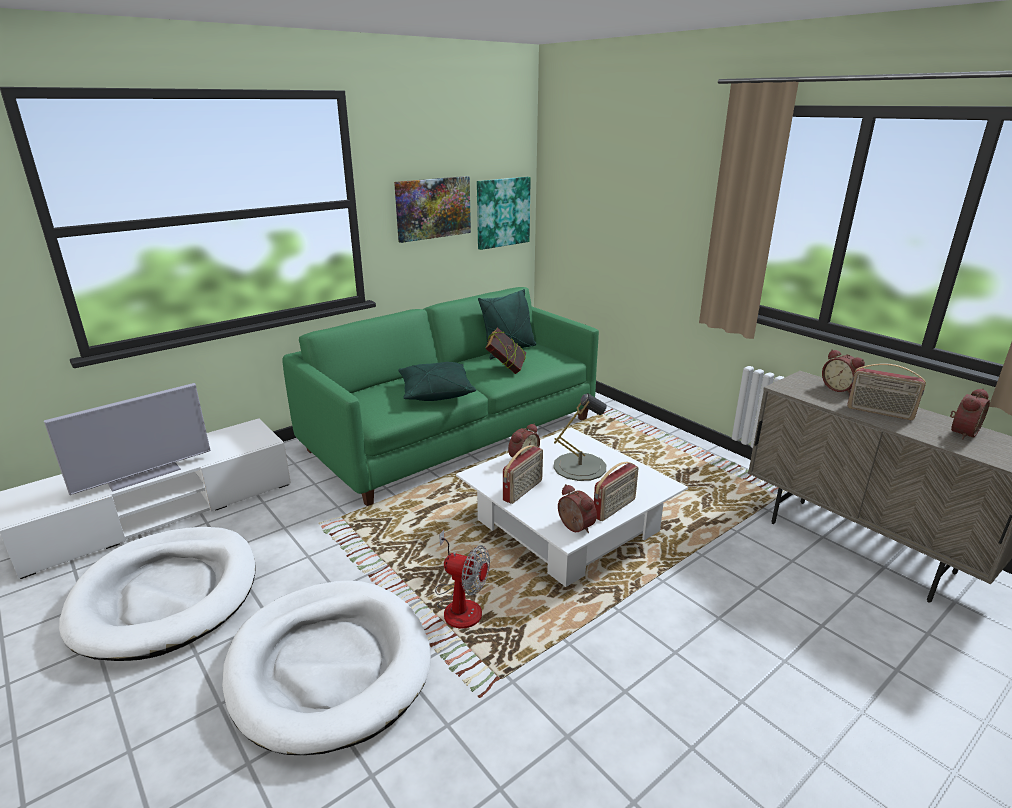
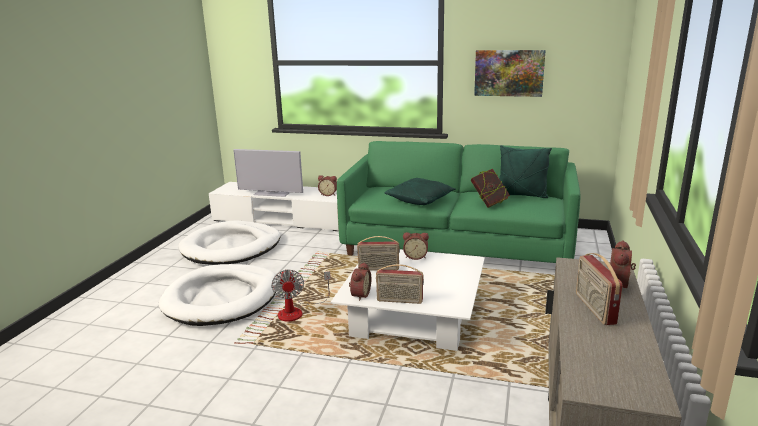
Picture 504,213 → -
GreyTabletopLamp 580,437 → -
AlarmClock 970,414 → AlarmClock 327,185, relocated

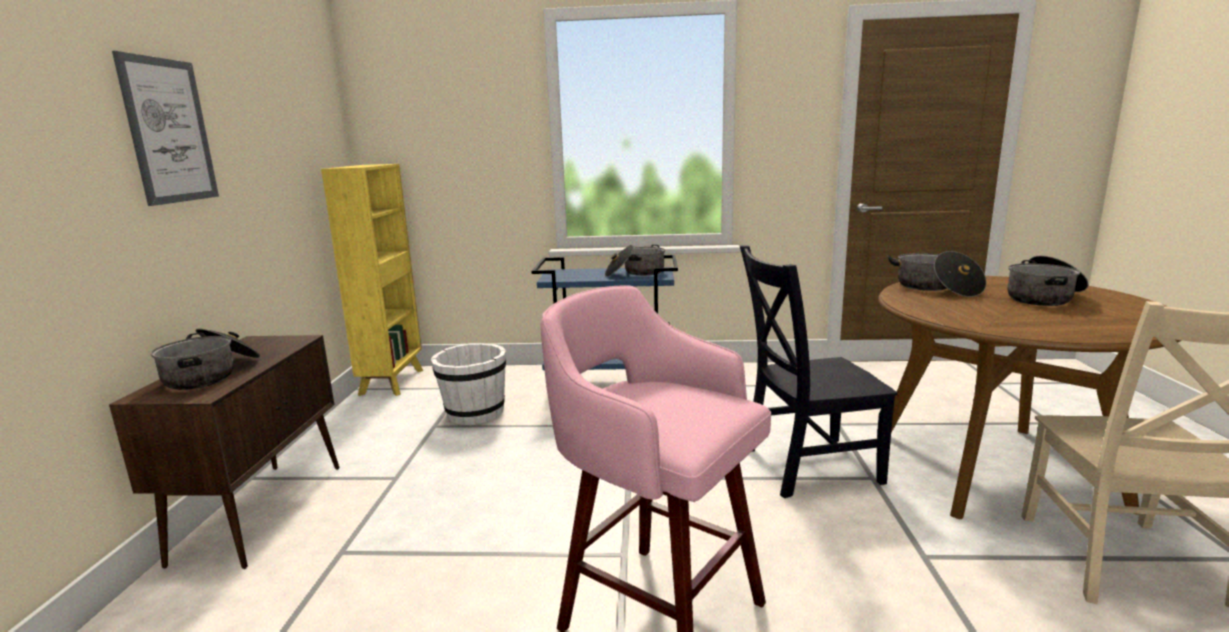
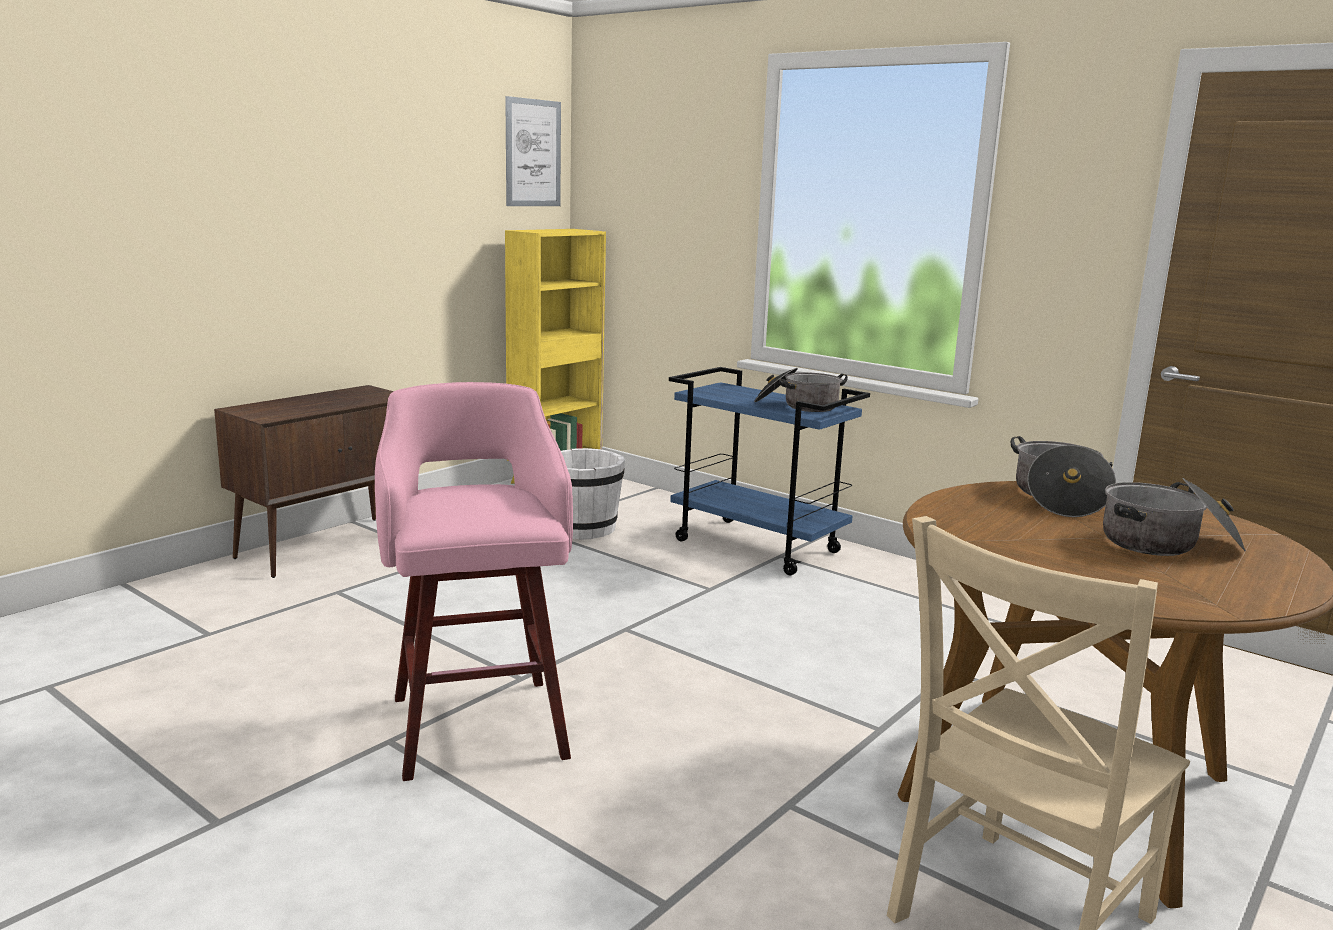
Picture 165,128 → Picture 533,151, relocated
CookingPot 205,359 → -
BlackishChair 819,371 → -

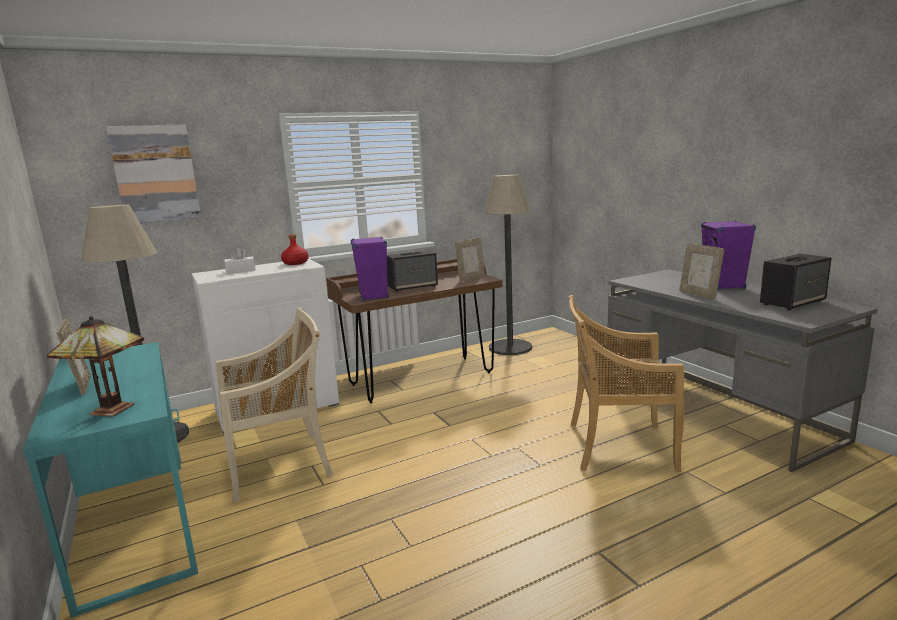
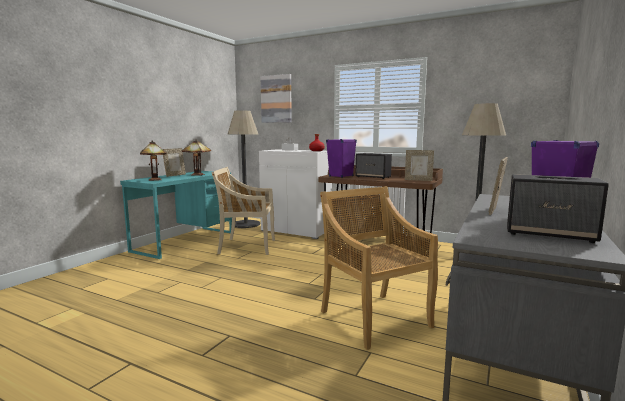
BeigeColouredChair 274,405 → BeigeColouredChair 243,211, 150 degrees clockwise
- → TabletopLamp 196,158

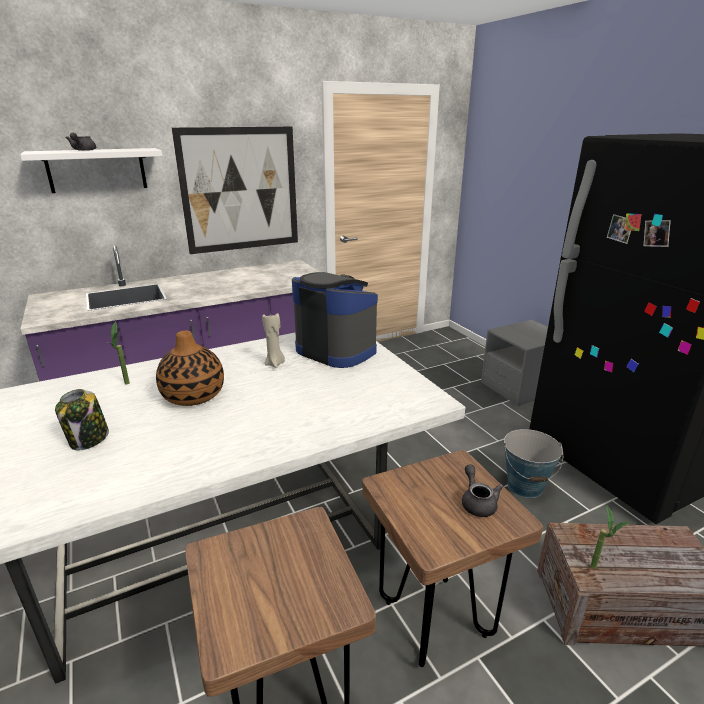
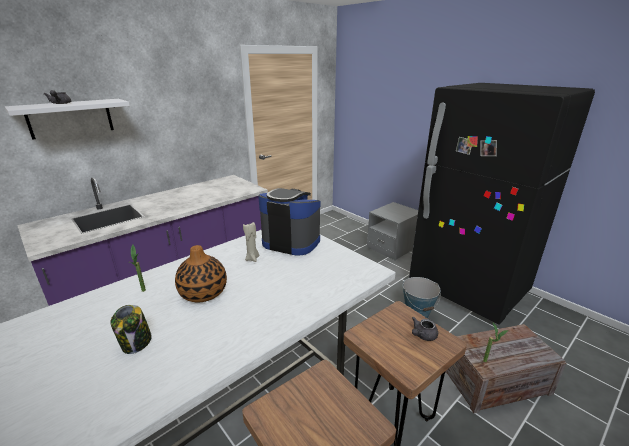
Picture 235,190 → -
GreyTeapot 482,491 → GreyTeapot 425,329, 105 degrees counterclockwise

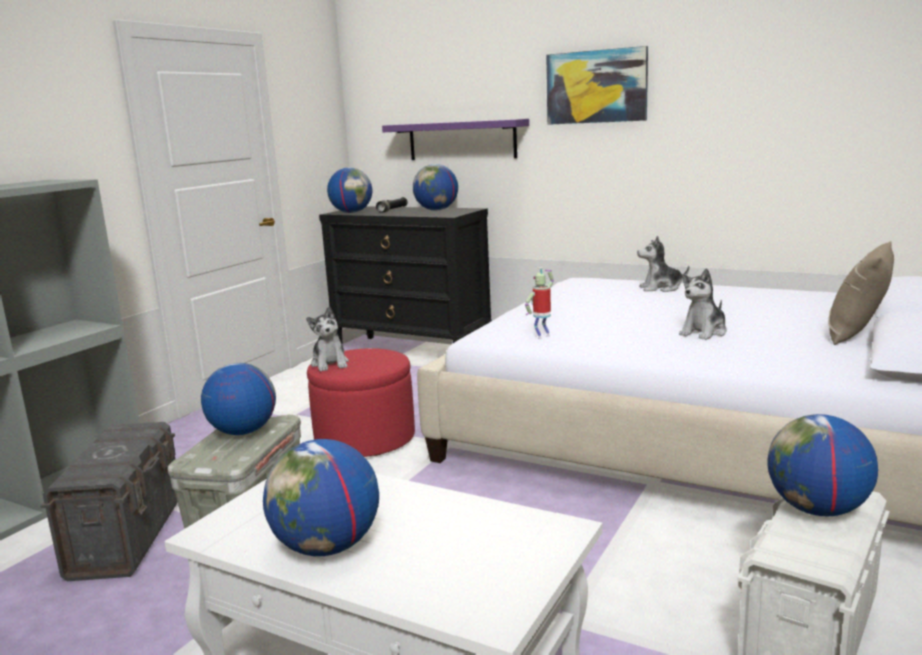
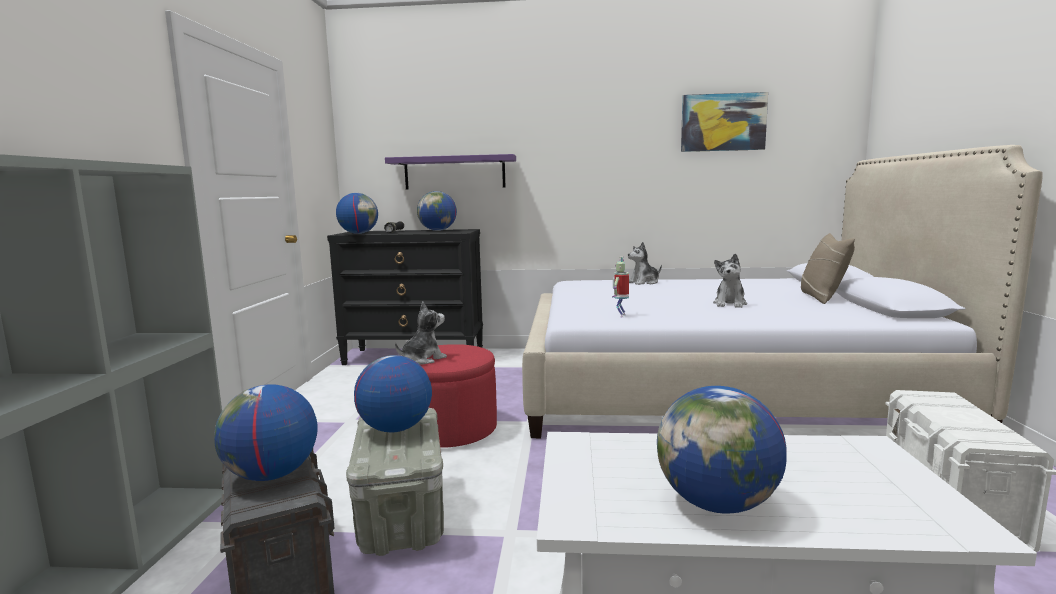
PlushToy 327,339 → PlushToy 421,333, 90 degrees counterclockwise
Picture 597,85 → Picture 724,122, relocated
DeskGlobe 822,465 → DeskGlobe 266,432, relocated

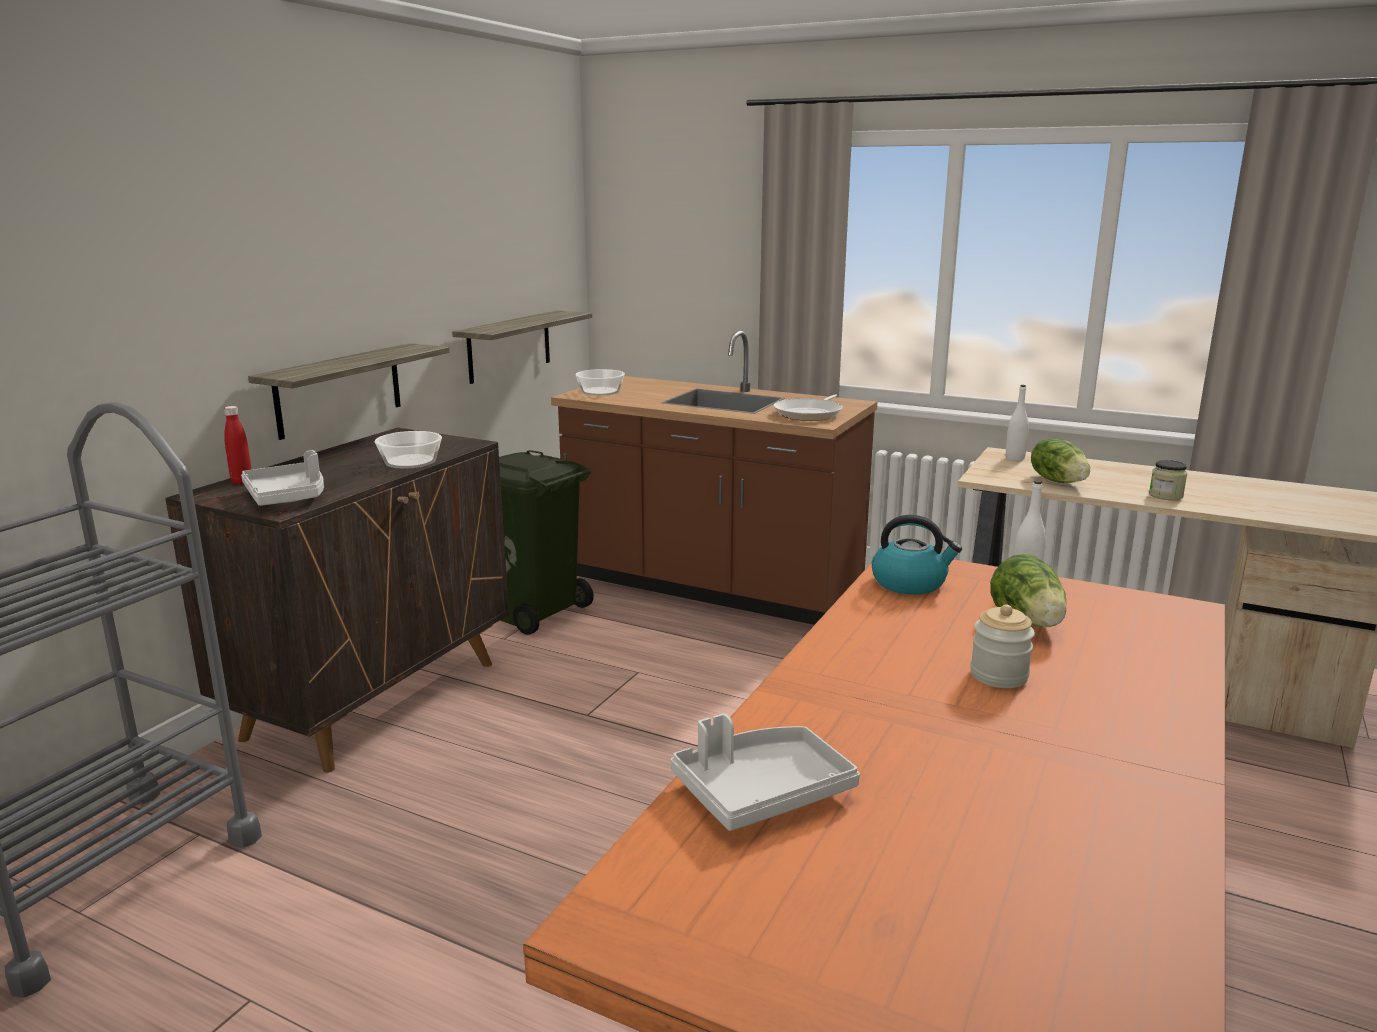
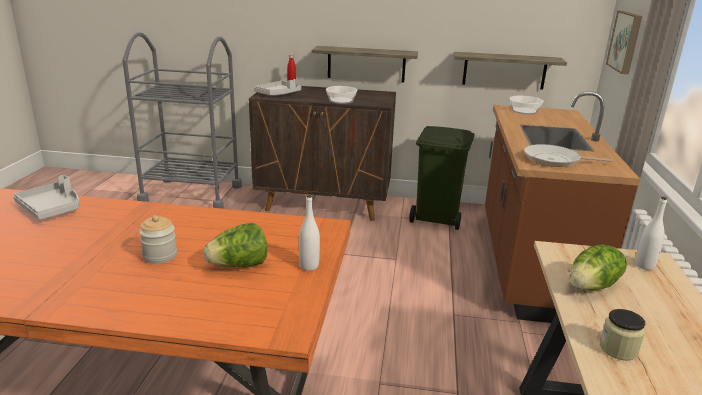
Kettle 917,555 → -
- → Picture 624,42

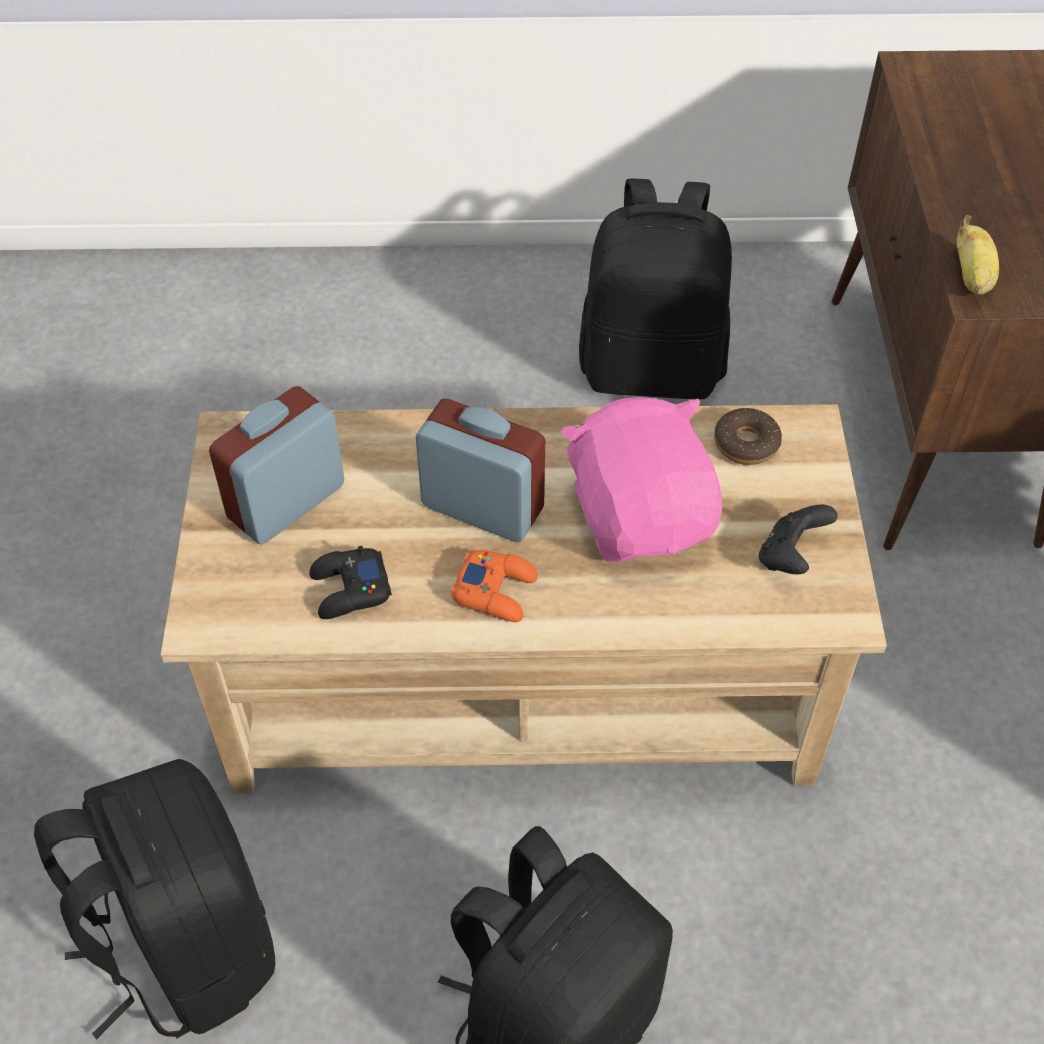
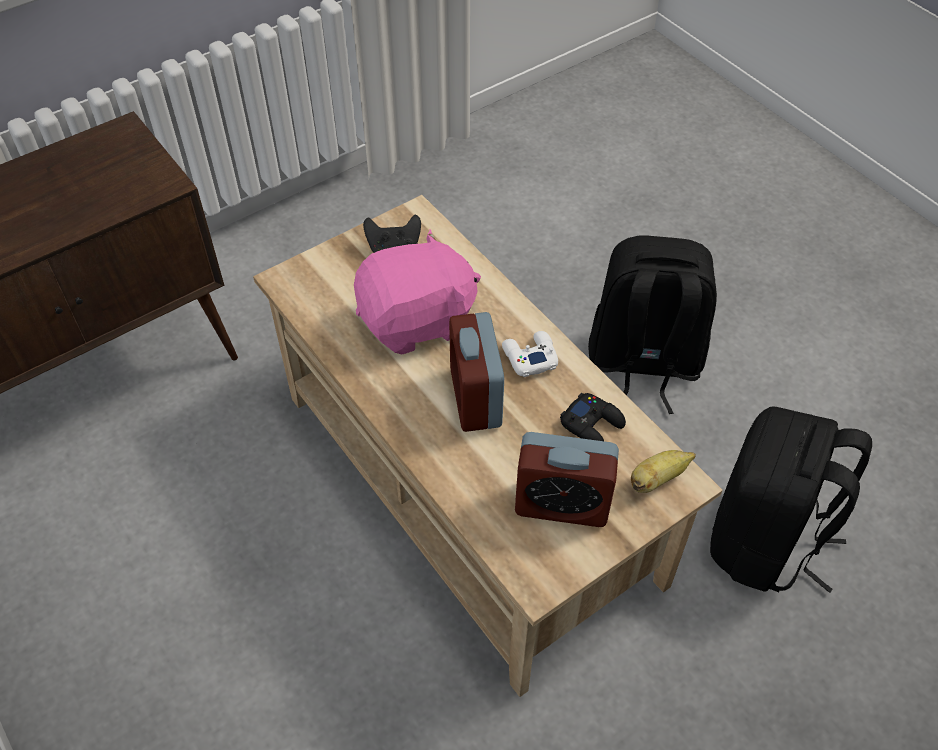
OrangeColouredGamepad 494,586 → WhitishGamepad 530,354
PinkishPlushToy 641,479 → PinkishPlushToy 417,292, 150 degrees counterclockwise
BlackishRucksack 655,288 → -
Donut 748,436 → -
BananaFruit 978,255 → BananaFruit 663,471, relocated

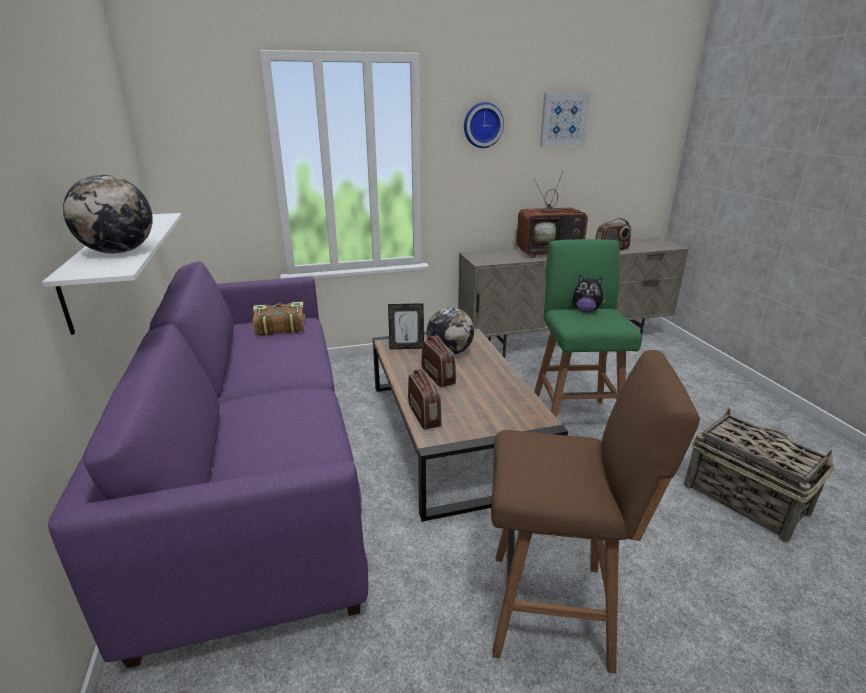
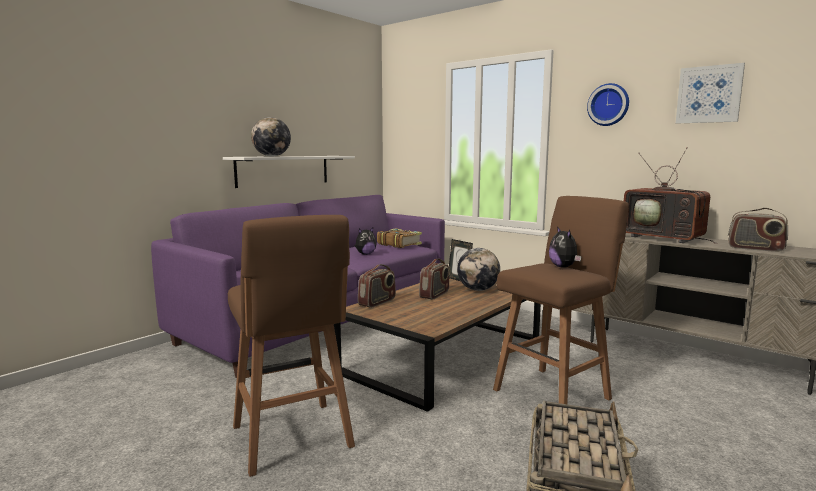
GreenishStoolSeat 588,328 → BrownStoolSeat 561,300
- → PlushToy 365,241

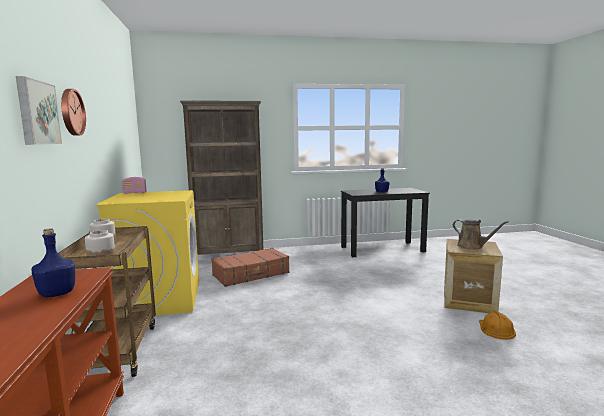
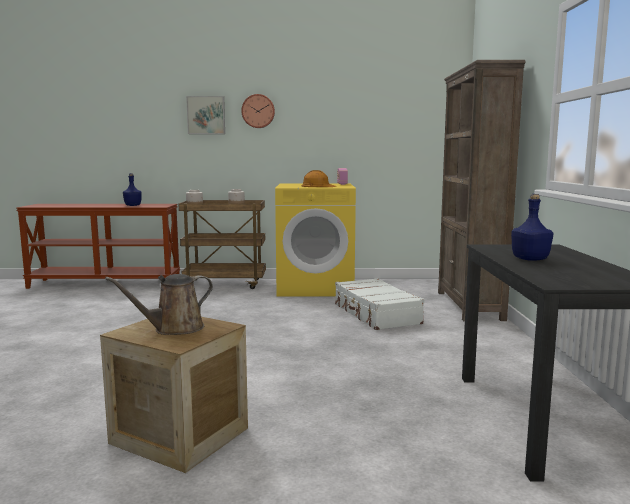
BrownTravelCase 250,267 → WhitishTravelCase 380,304
OrangeColouredSafetyHelmet 497,325 → OrangeColouredSafetyHelmet 318,178, relocated

